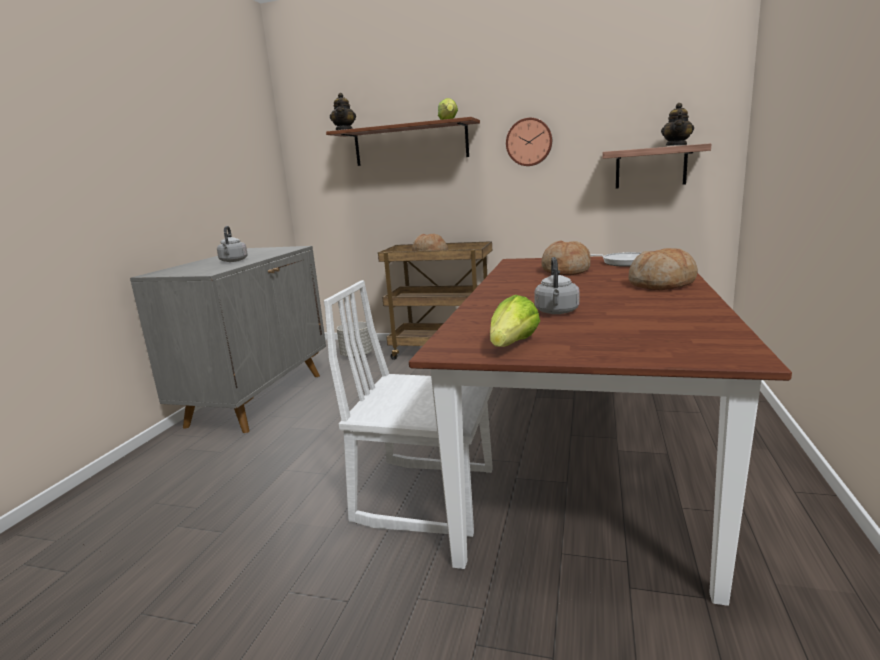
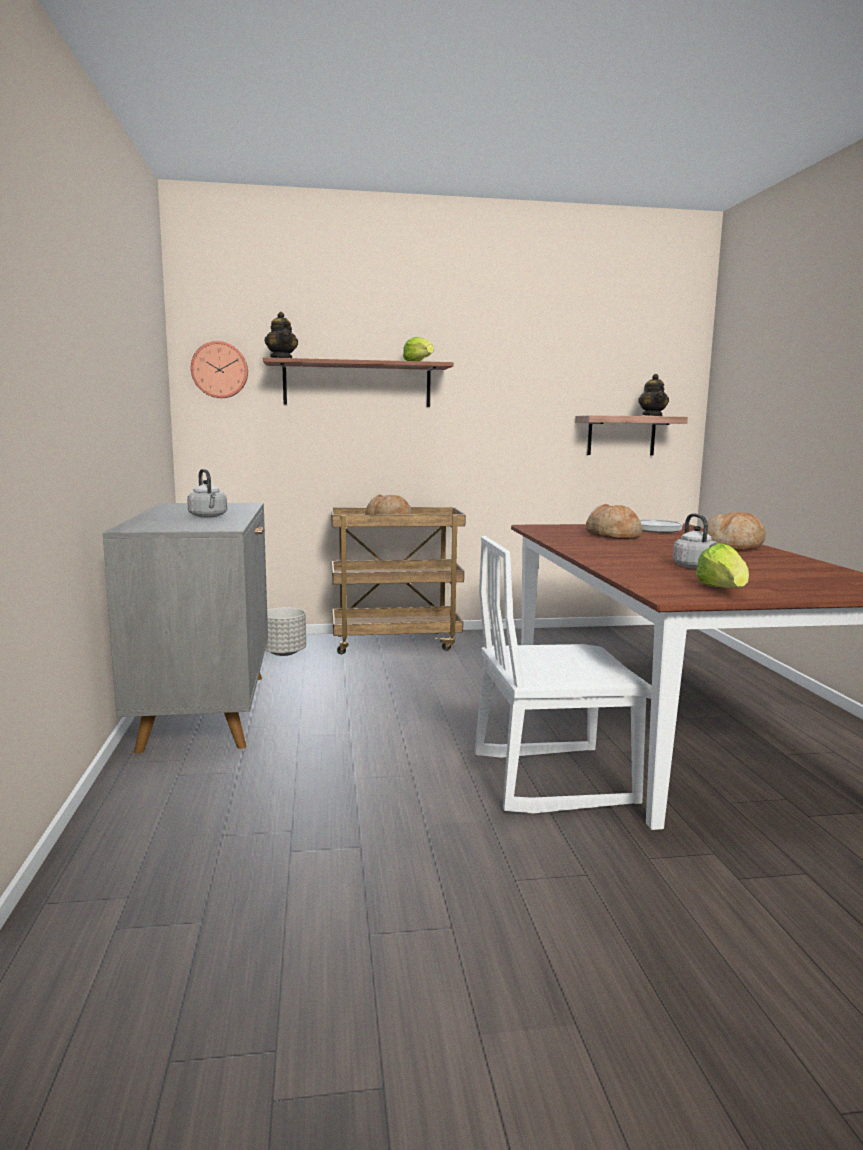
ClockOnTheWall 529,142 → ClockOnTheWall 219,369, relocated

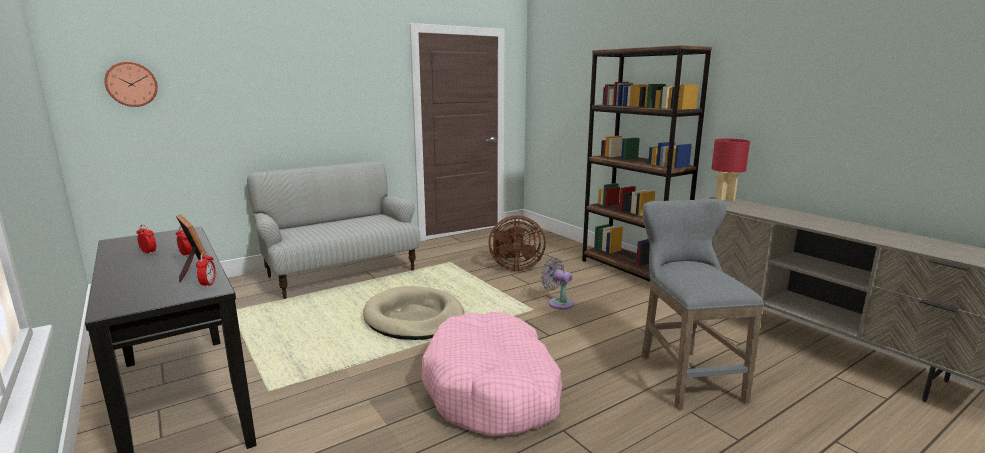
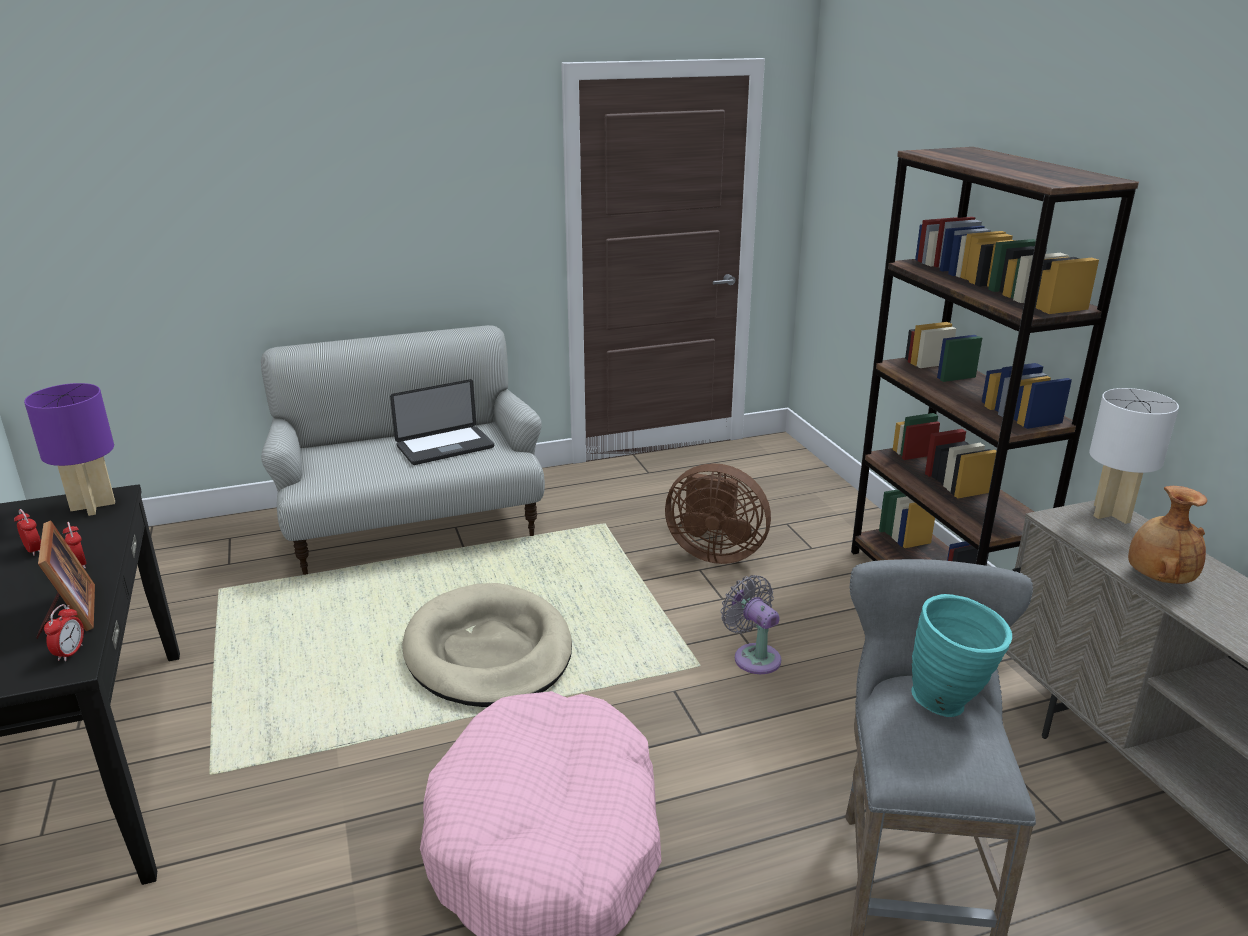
ClockOnTheWall 131,84 → -
ReddishTabletopLamp 730,169 → WhitishTabletopLamp 1134,456
- → PurpleTabletopLamp 69,449
- → PortableComputer 442,422
- → TurquoiseColouredVase 962,655
- → BrownVase 1167,535

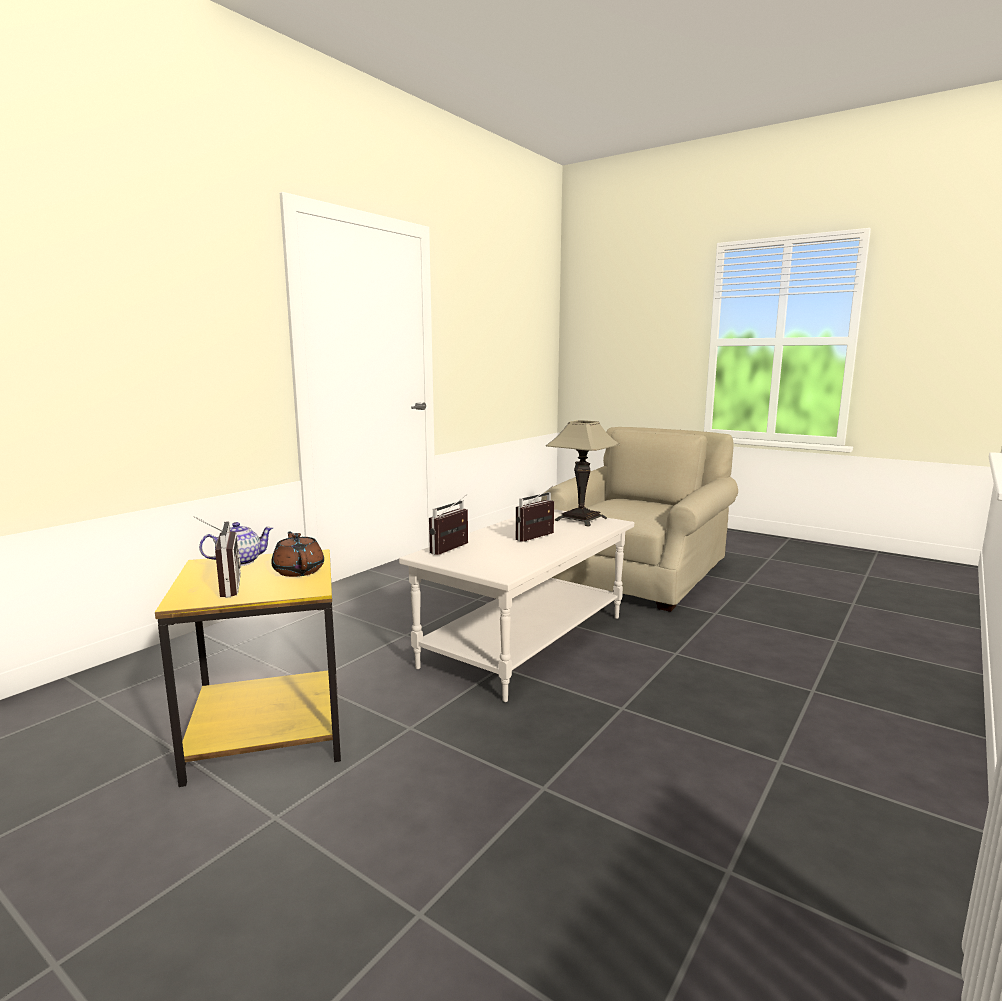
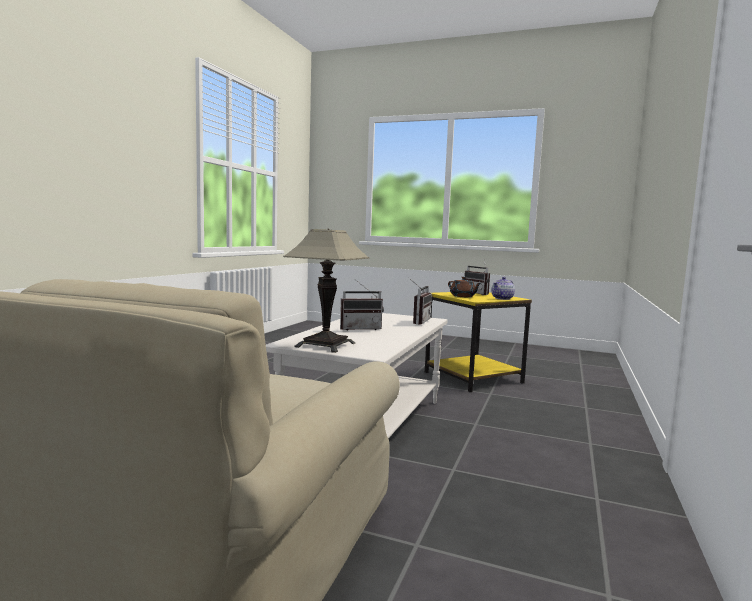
Radio 535,514 → Radio 362,305, 45 degrees clockwise

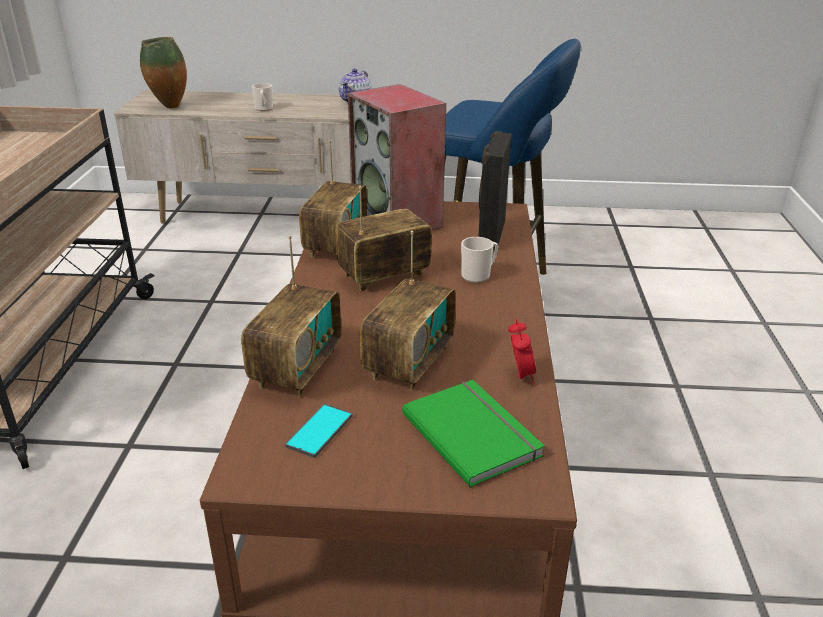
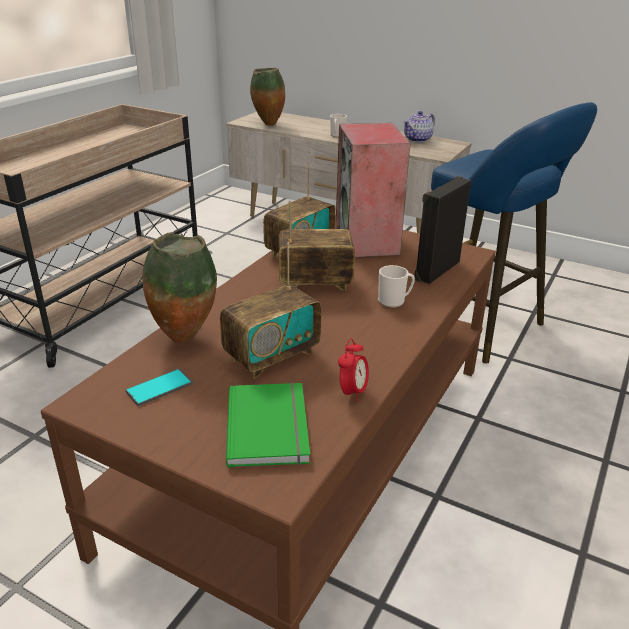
Radio 291,316 → Vase 179,287

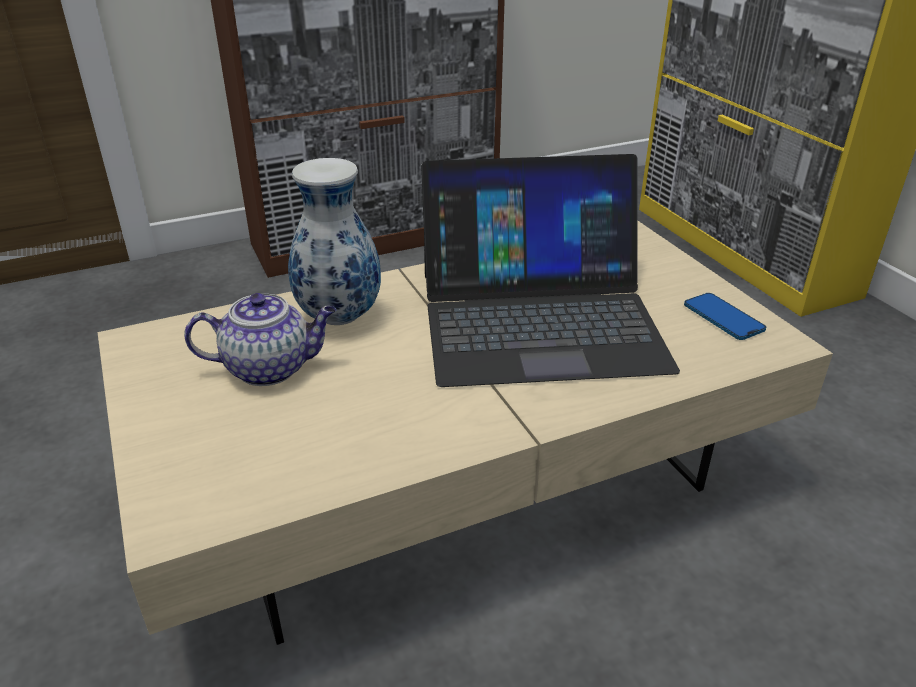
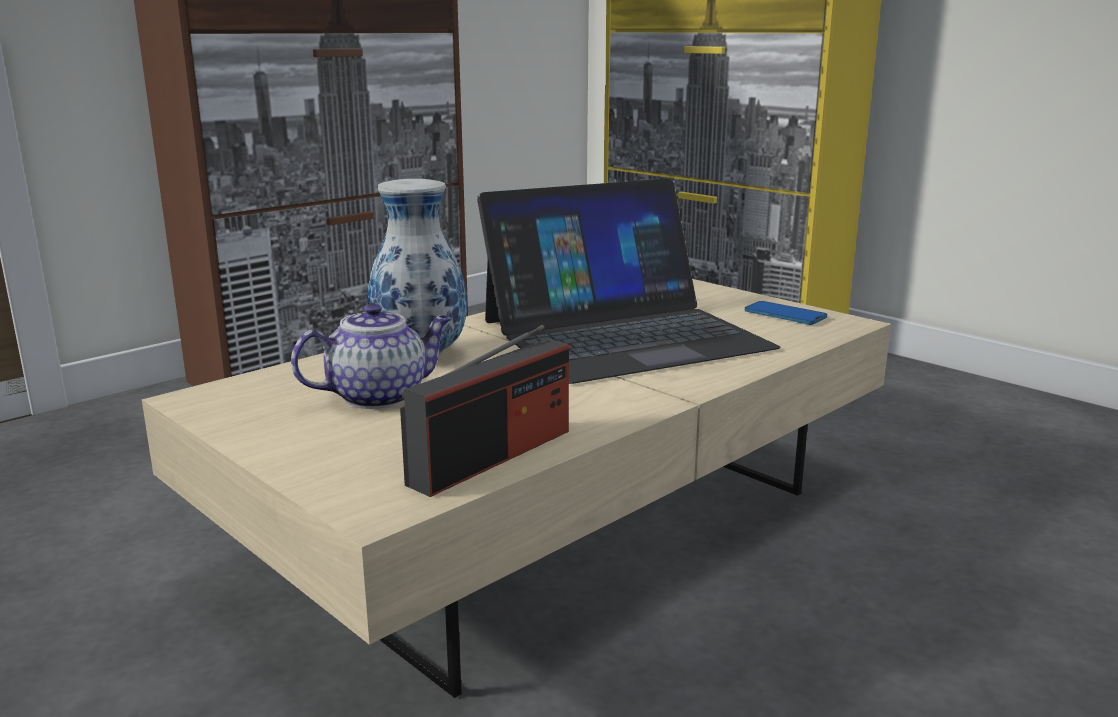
- → Radio 484,411

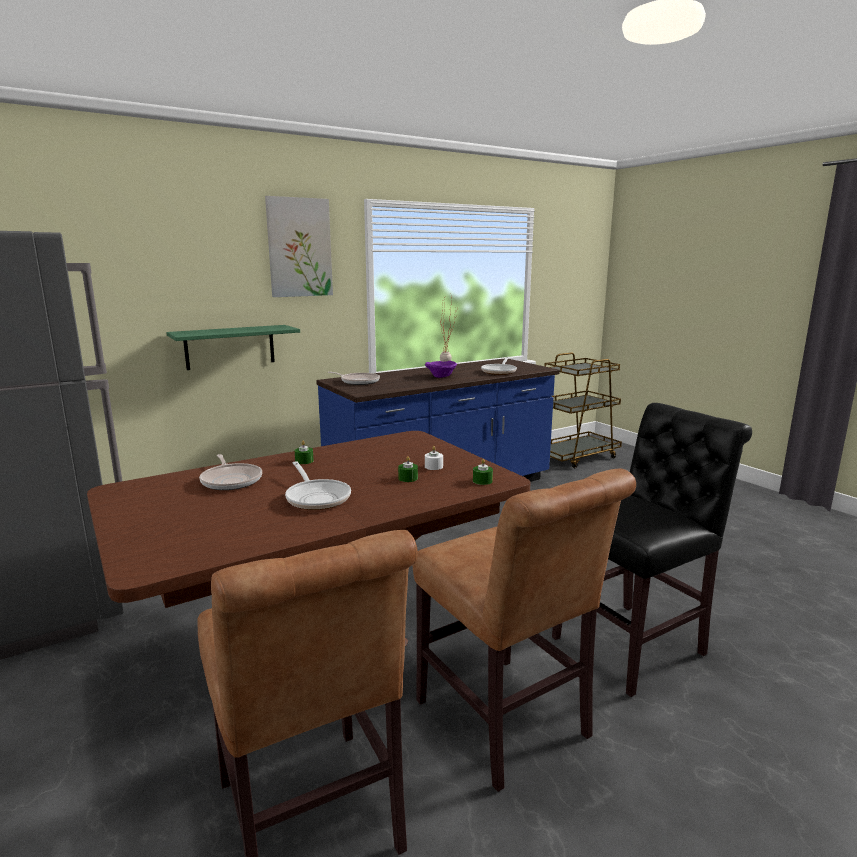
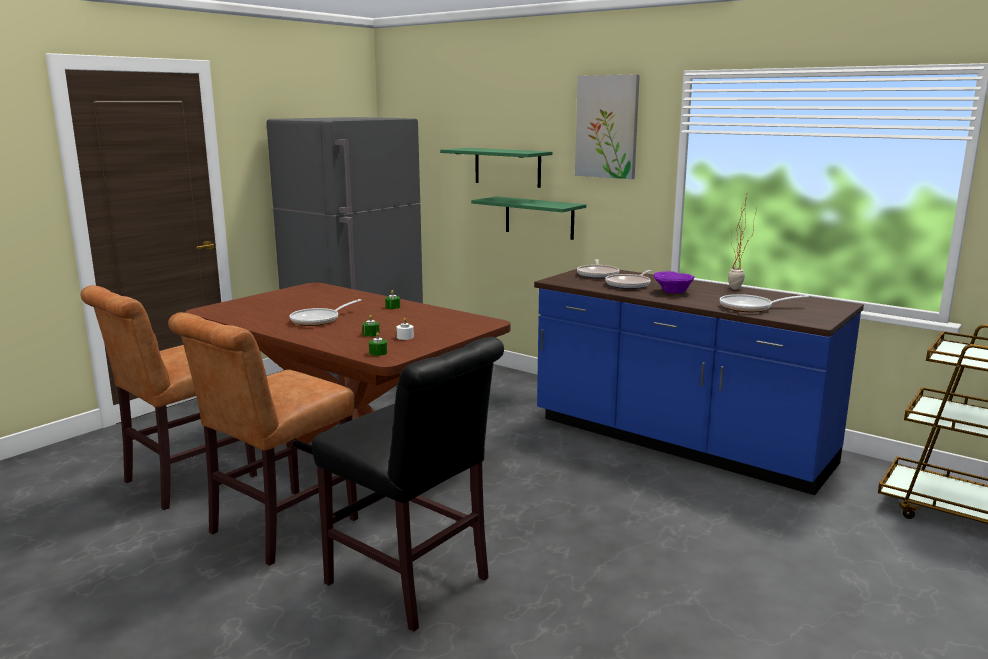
Skillet 230,472 → Skillet 628,279, relocated
- → GreenishBracketShelf 496,168

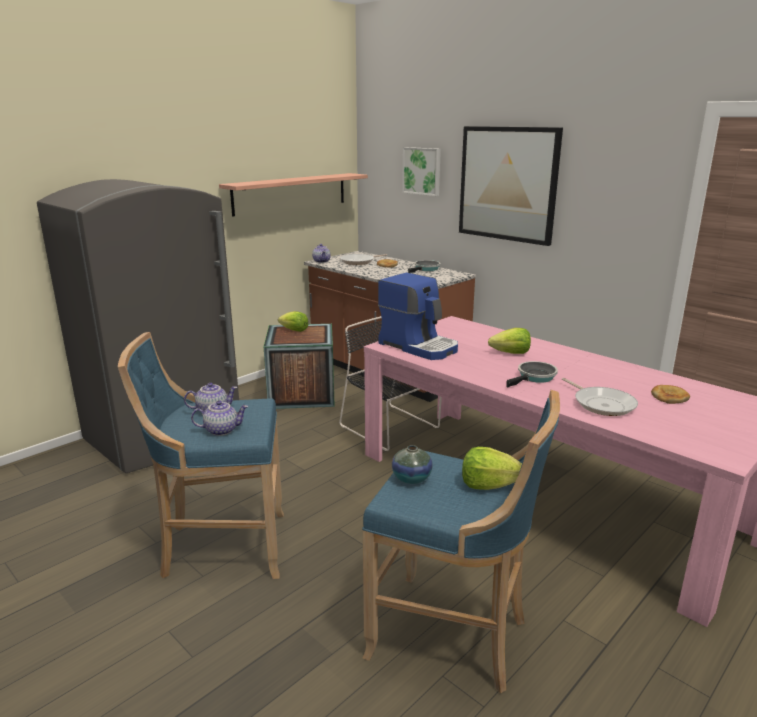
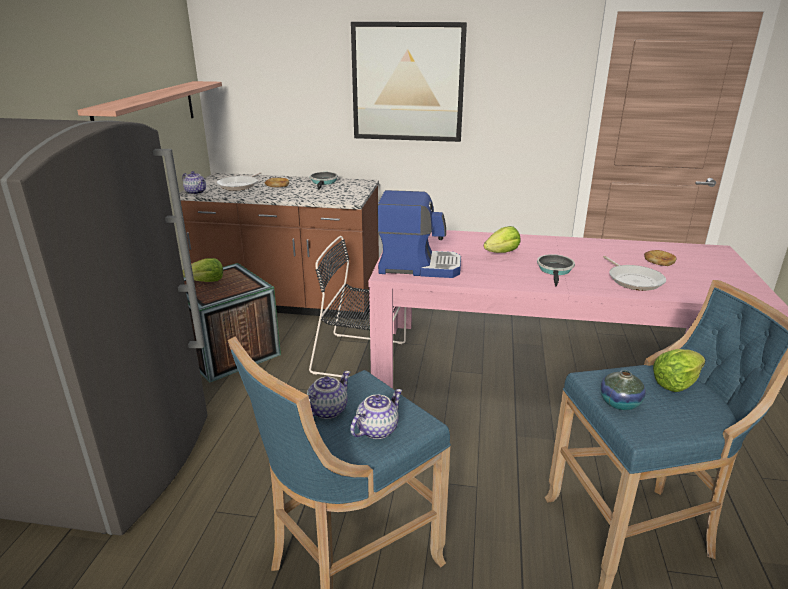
Picture 421,171 → -
Skillet 600,397 → Skillet 634,273, 45 degrees clockwise

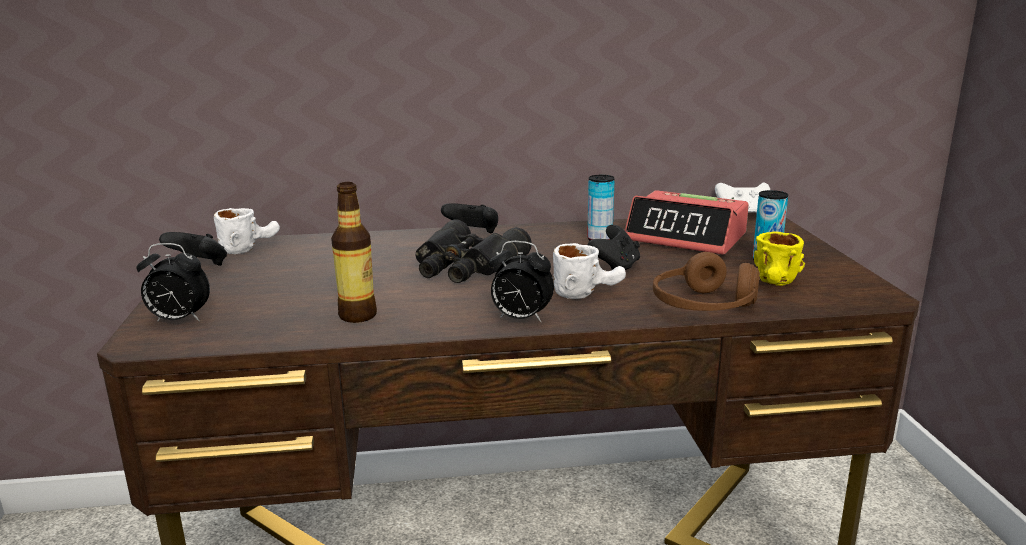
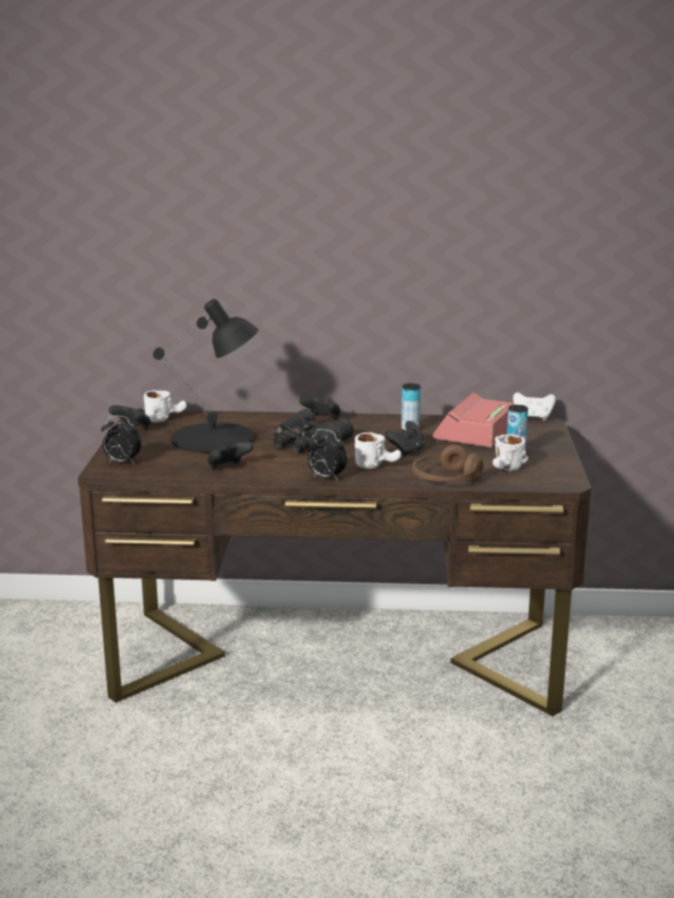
BeverageBottle 354,252 → BlackishGamepad 230,455
AlarmClock 687,222 → AlarmClock 474,419, 75 degrees clockwise
YellowTeaMug 779,259 → WhitishTeaMug 510,452
- → BlackishTabletopLamp 206,376

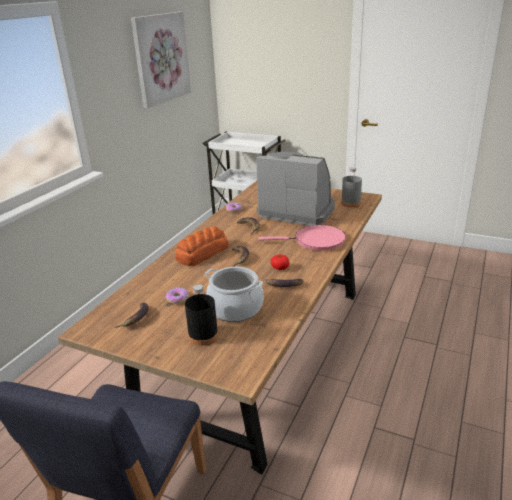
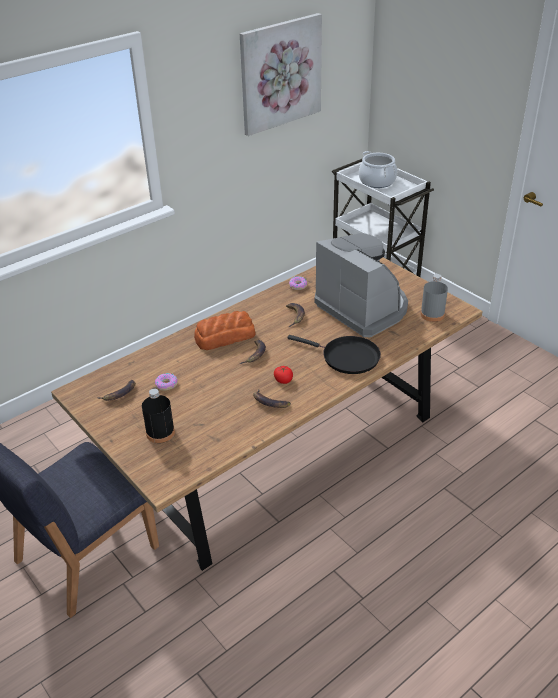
CookingPot 234,294 → CookingPot 378,169, relocated
PinkishSkillet 302,238 → BlackishSkillet 334,354

